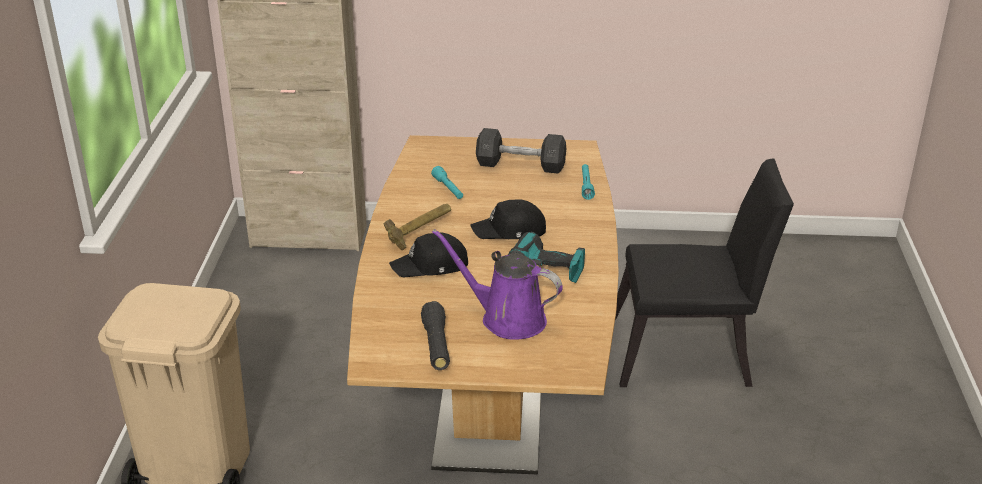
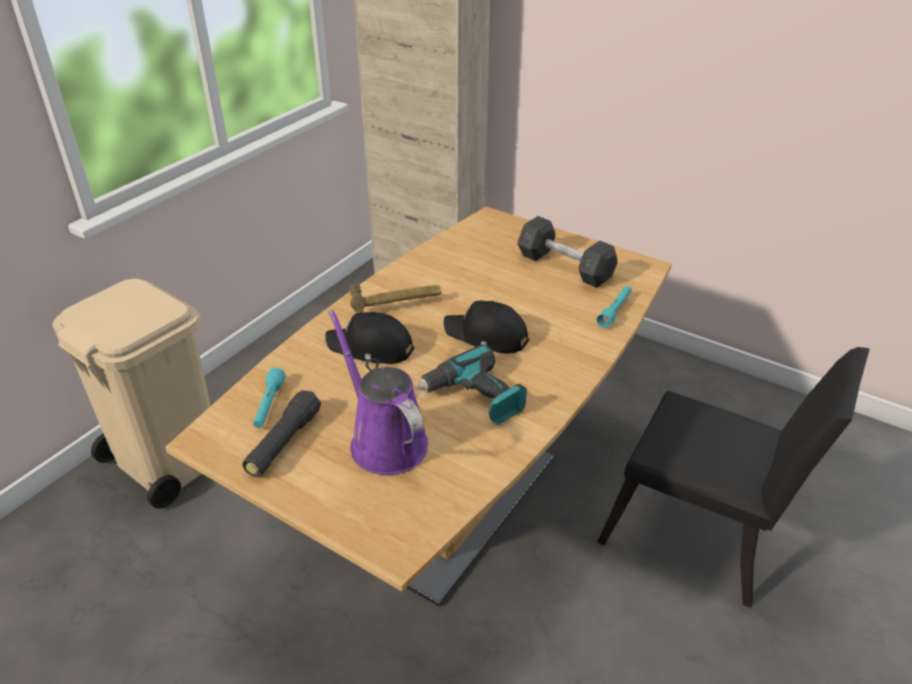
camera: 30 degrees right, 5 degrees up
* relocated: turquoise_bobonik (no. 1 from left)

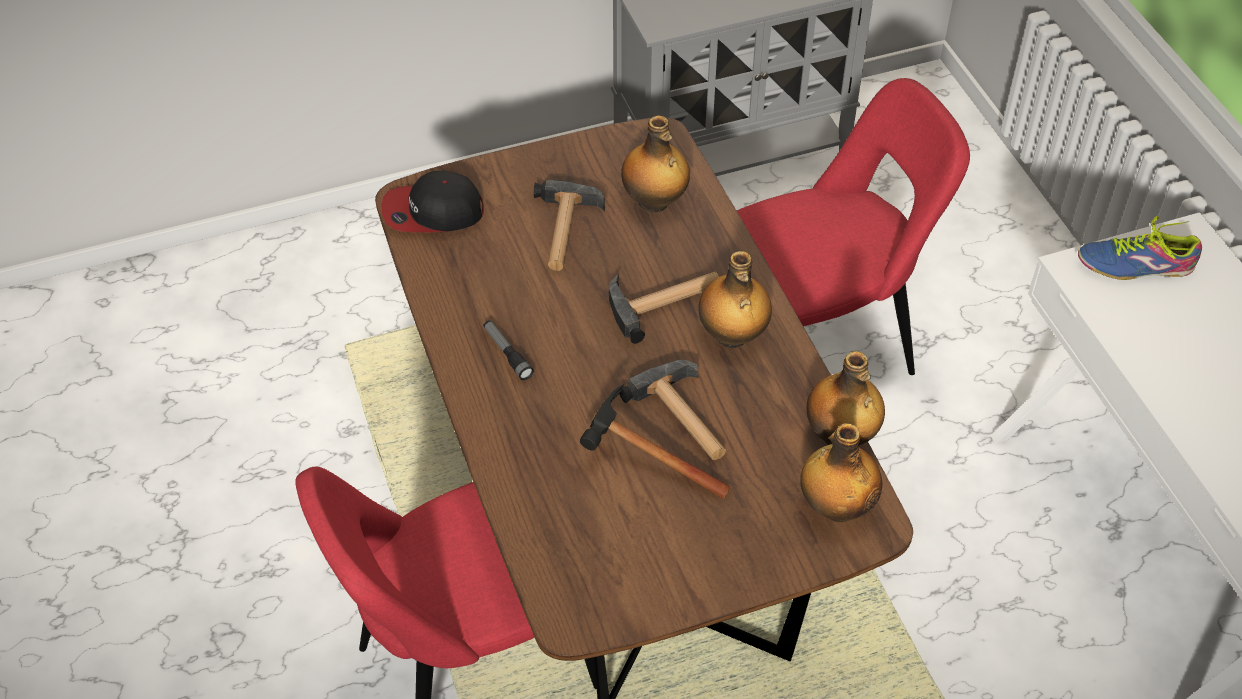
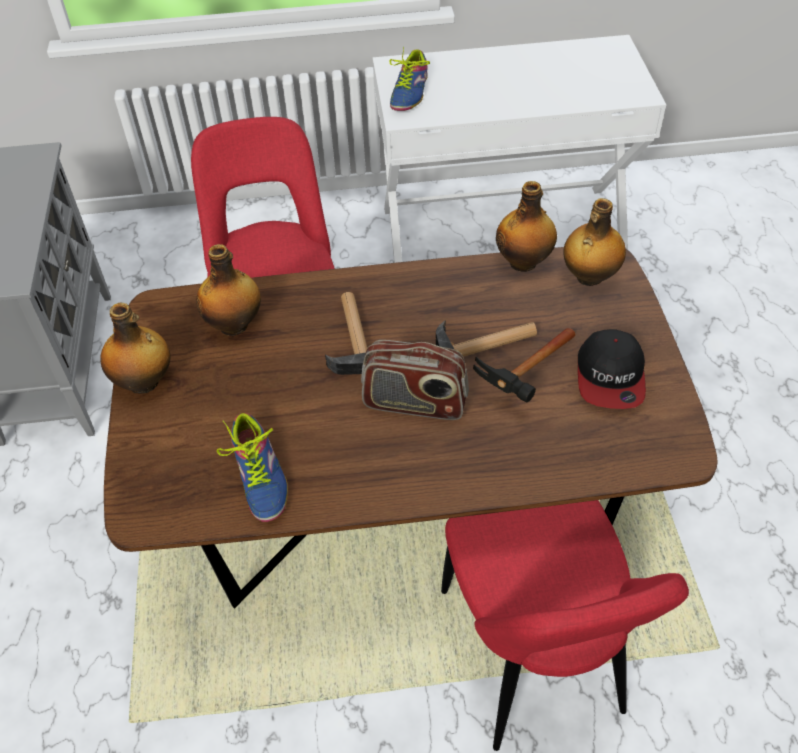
camera: 75 degrees left, 0 degrees up
* relocated: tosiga
* missing: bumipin (no. 1 from left)
* relocated: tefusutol (no. 2 from left in the first image) to tefusutol (no. 1 from left)
* missing: bobonik
* appeared: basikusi
* appeared: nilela (no. 1 from left)

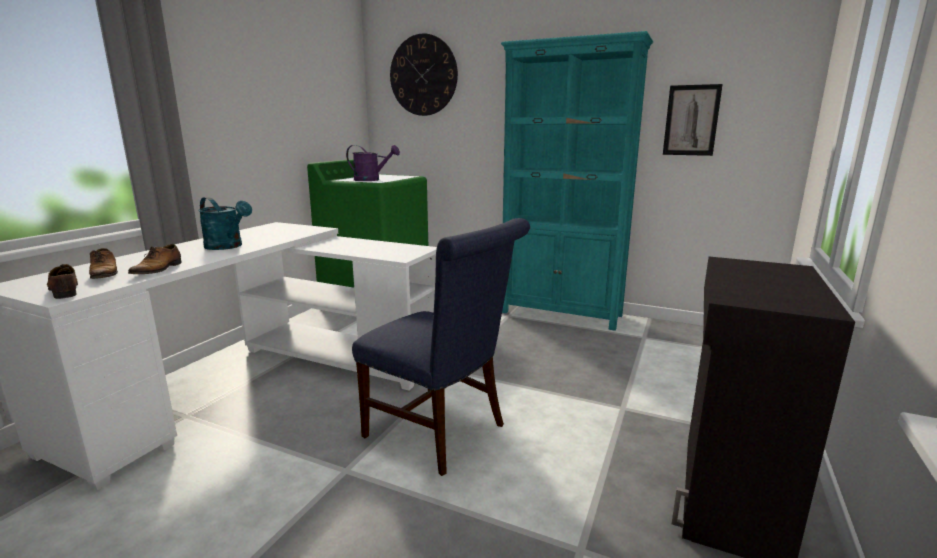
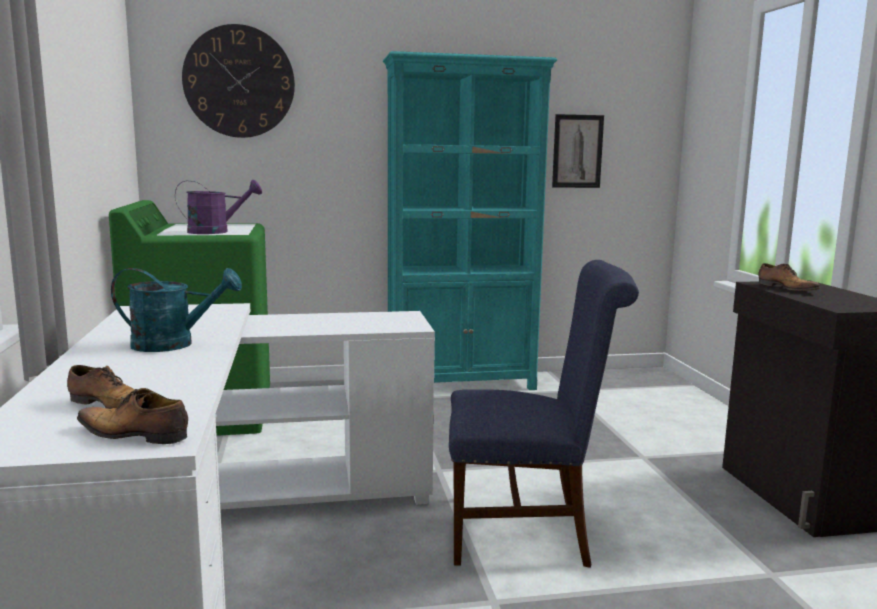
camera: 35 degrees left, 5 degrees down
* relocated: nilela (no. 3 from left)

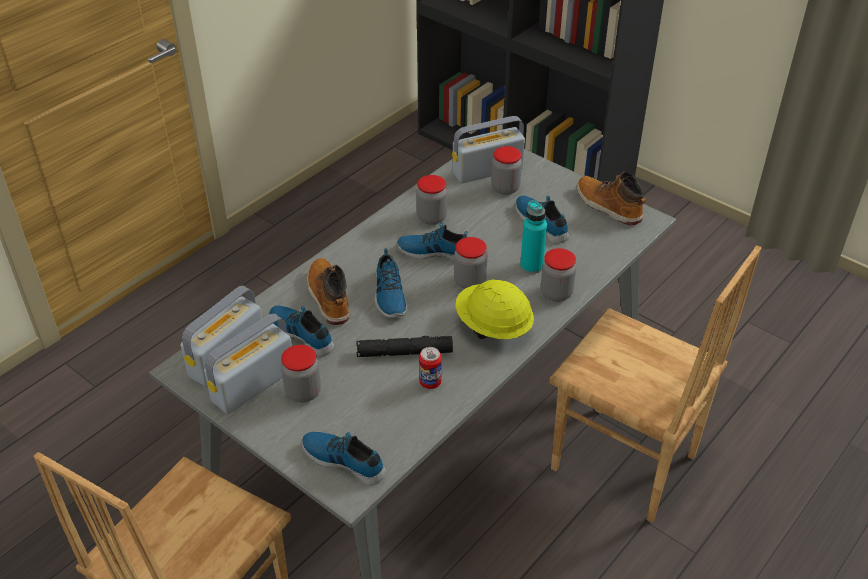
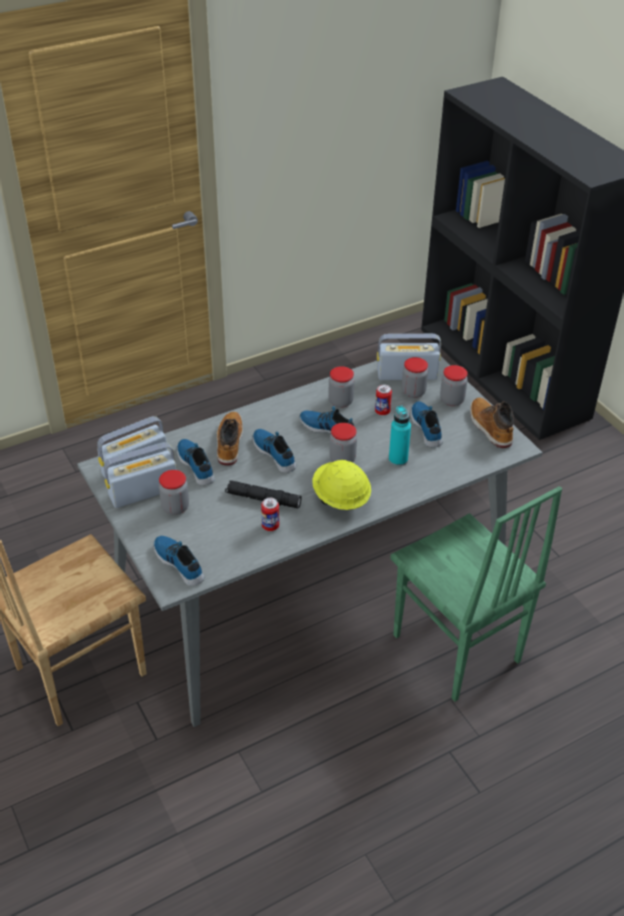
camera: 20 degrees right, 0 degrees up
* colour: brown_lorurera (no. 2 from left) to green_lorurera
* spun: nilela (no. 3 from left) 135 degrees clockwise
* relocated: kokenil (no. 5 from left)
* appeared: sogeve (no. 2 from left)

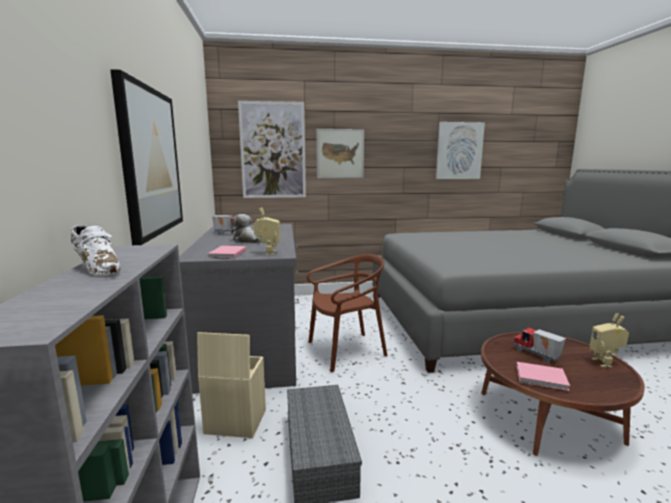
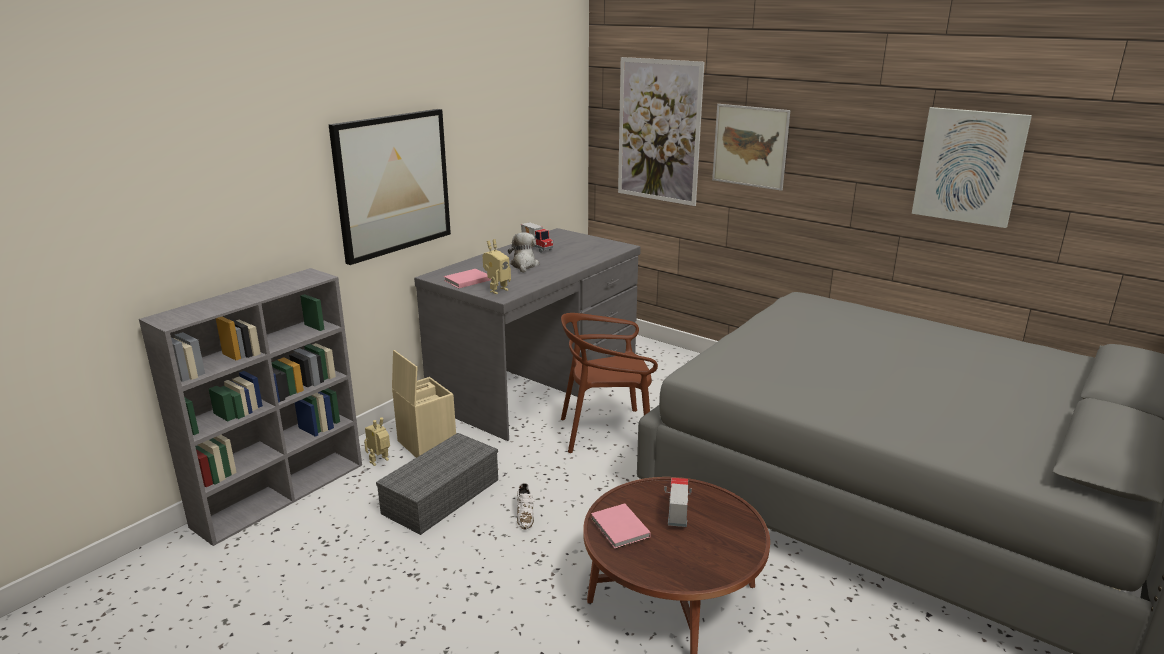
camera: 45 degrees right, 10 degrees up
* relocated: white_nilela
* spun: brown_lorurera 150 degrees clockwise
* relocated: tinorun (no. 2 from left in the first image) to tinorun (no. 1 from left)

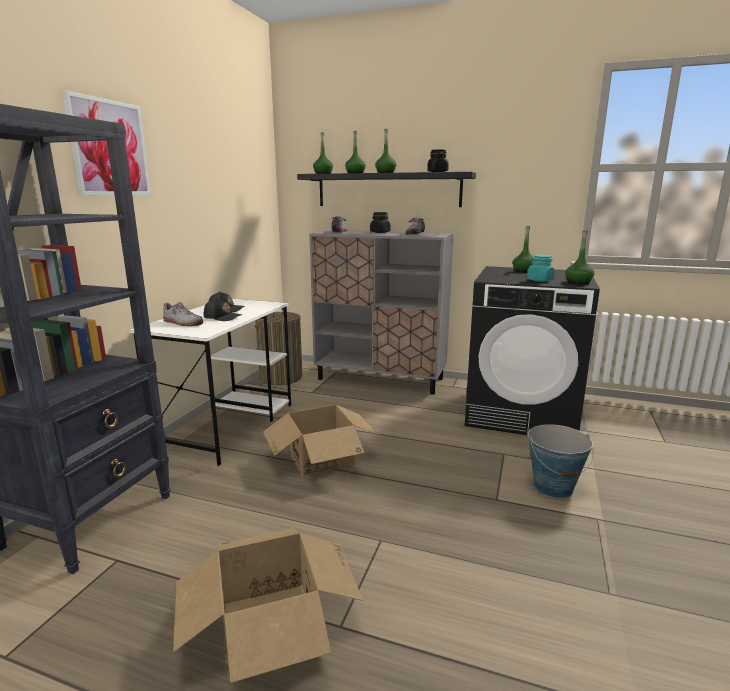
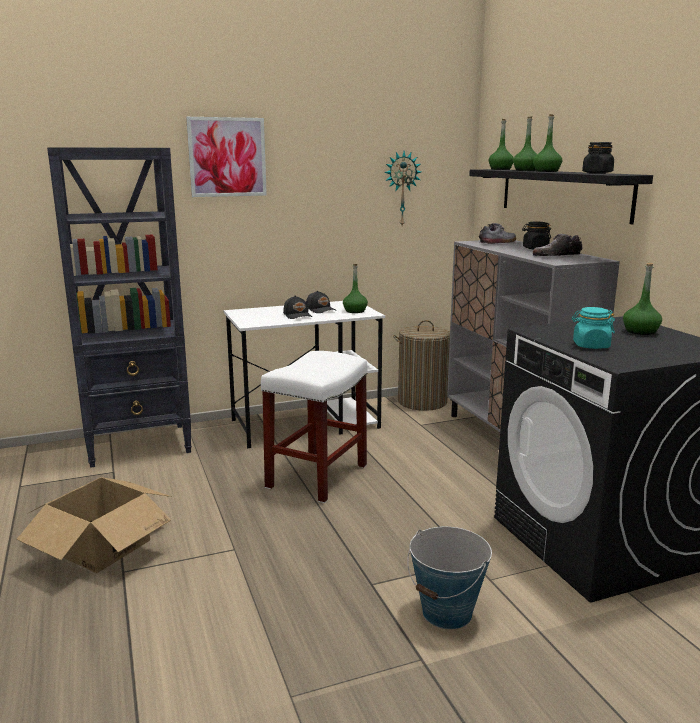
camera: 50 degrees right, 0 degrees up
* relocated: green_tefusutol (no. 5 from left in the first image) to green_tefusutol (no. 1 from left)
* missing: nilela (no. 1 from left)
* exchanged: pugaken (no. 2 from left) to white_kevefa
* appeared: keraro

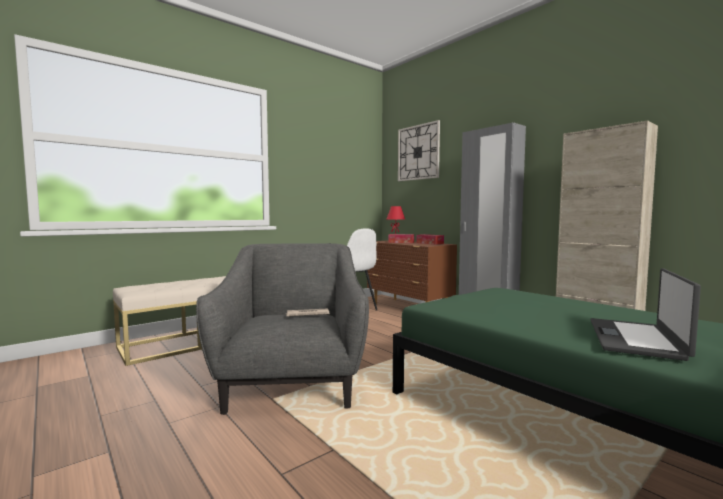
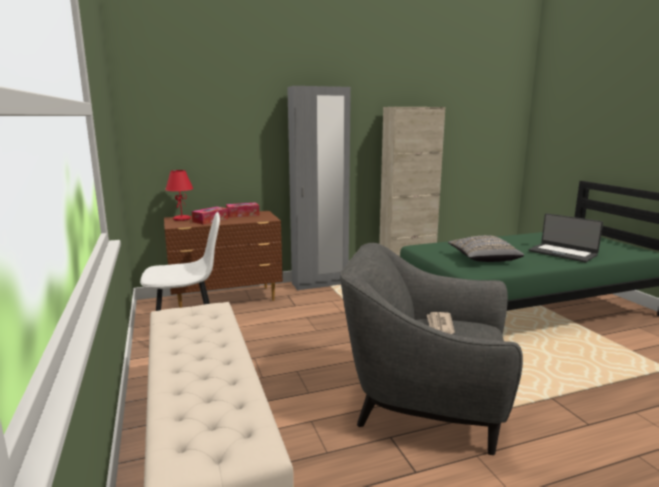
camera: 70 degrees left, 10 degrees up
* missing: keraro
* appeared: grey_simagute

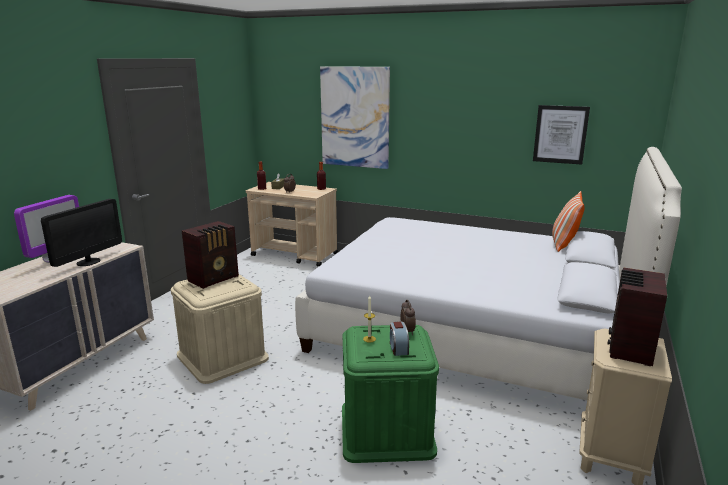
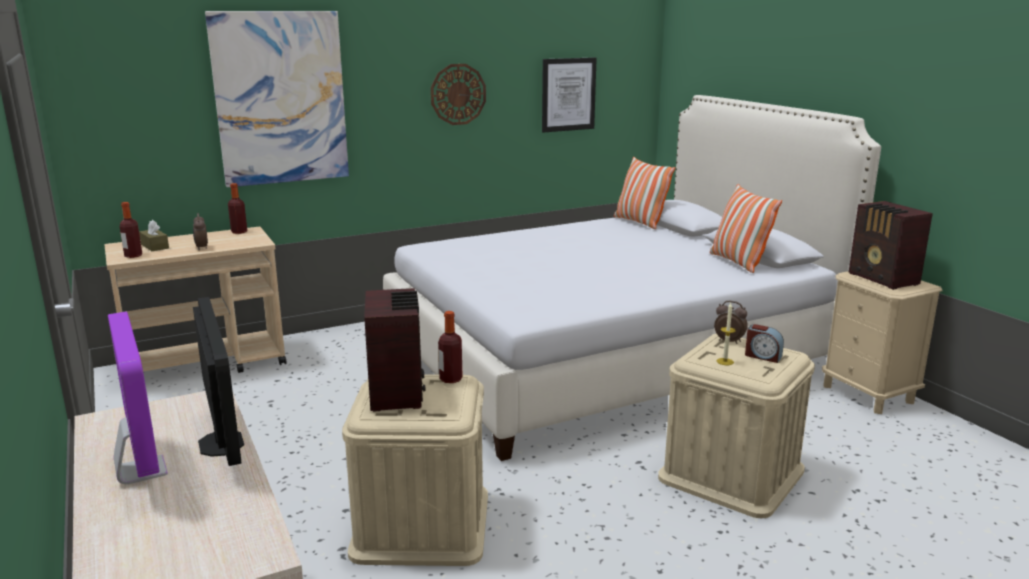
camera: 50 degrees left, 0 degrees up
* colour: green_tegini to beige_tegini (no. 2 from left)
* appeared: keraro
* appeared: simagute (no. 2 from left)
* appeared: tefusutol (no. 3 from left)

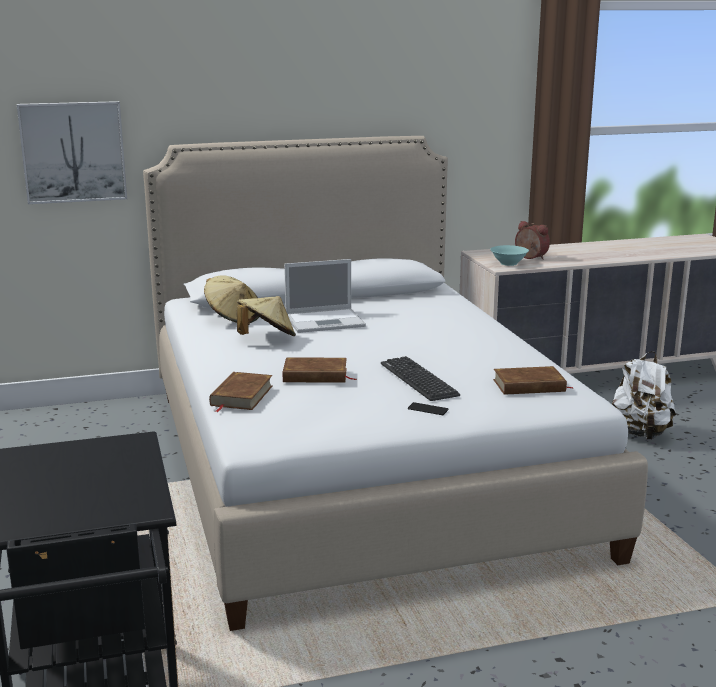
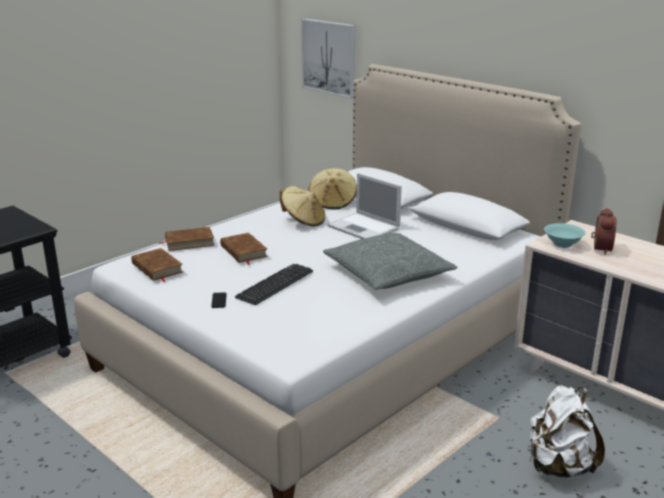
camera: 60 degrees right, 5 degrees up
* relocated: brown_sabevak (no. 3 from left in the first image) to brown_sabevak (no. 1 from left)
* appeared: grey_simagute

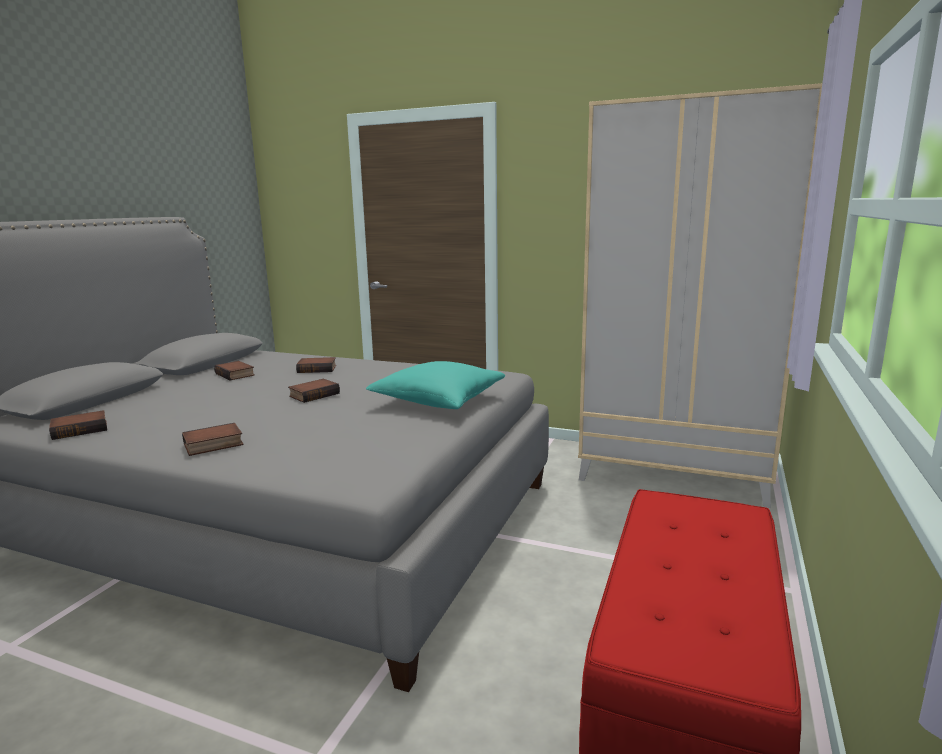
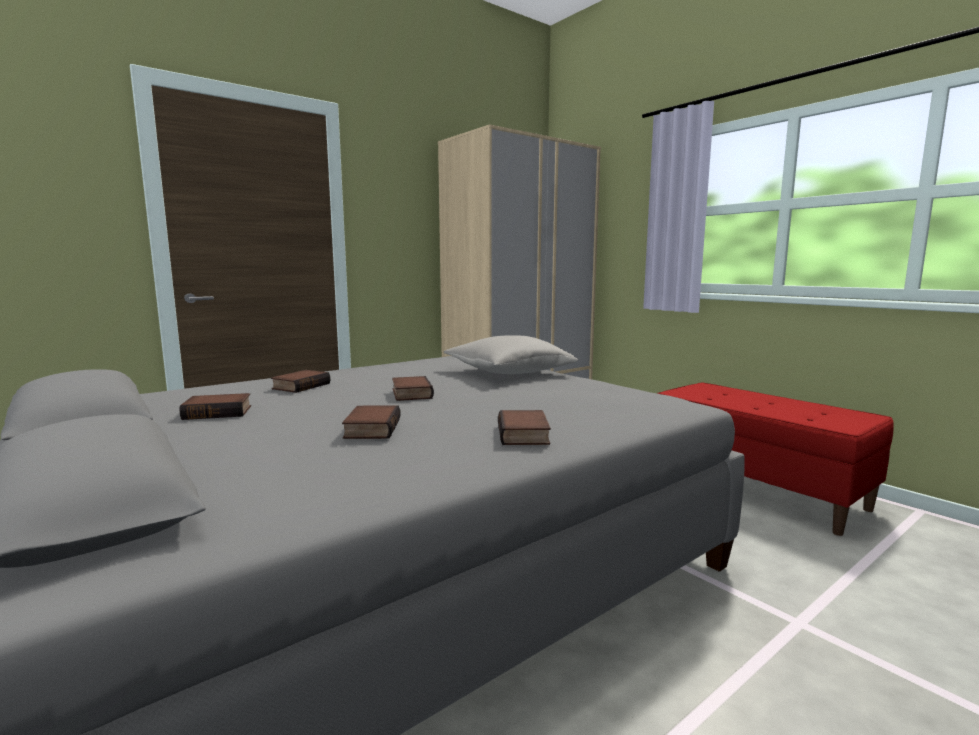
camera: 60 degrees left, 5 degrees down
* colour: turquoise_simagute to grey_simagute
* relocated: sabevak (no. 1 from left in the first image) to sabevak (no. 3 from left)

